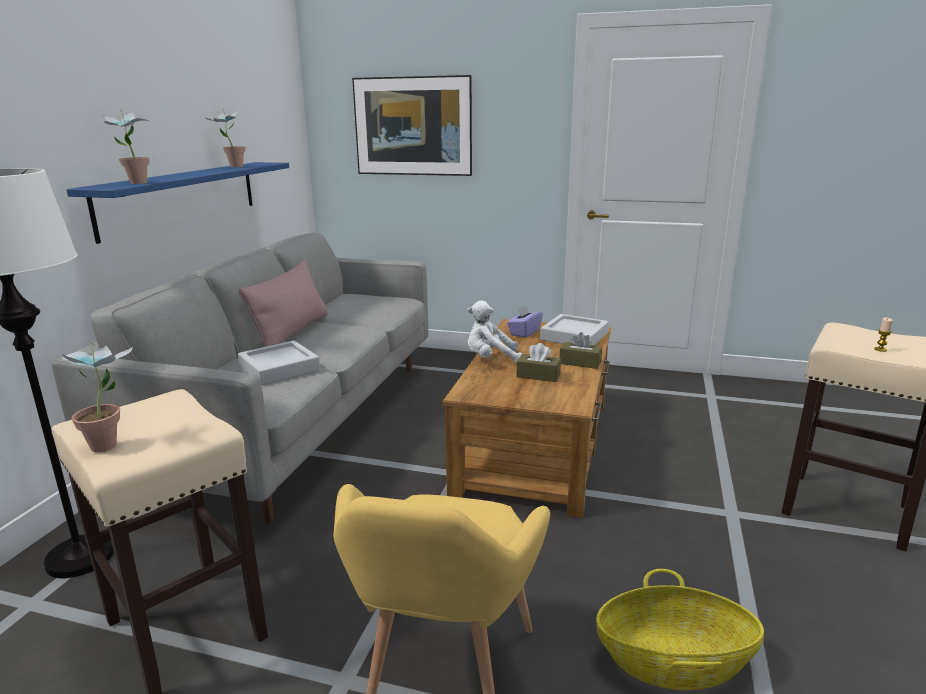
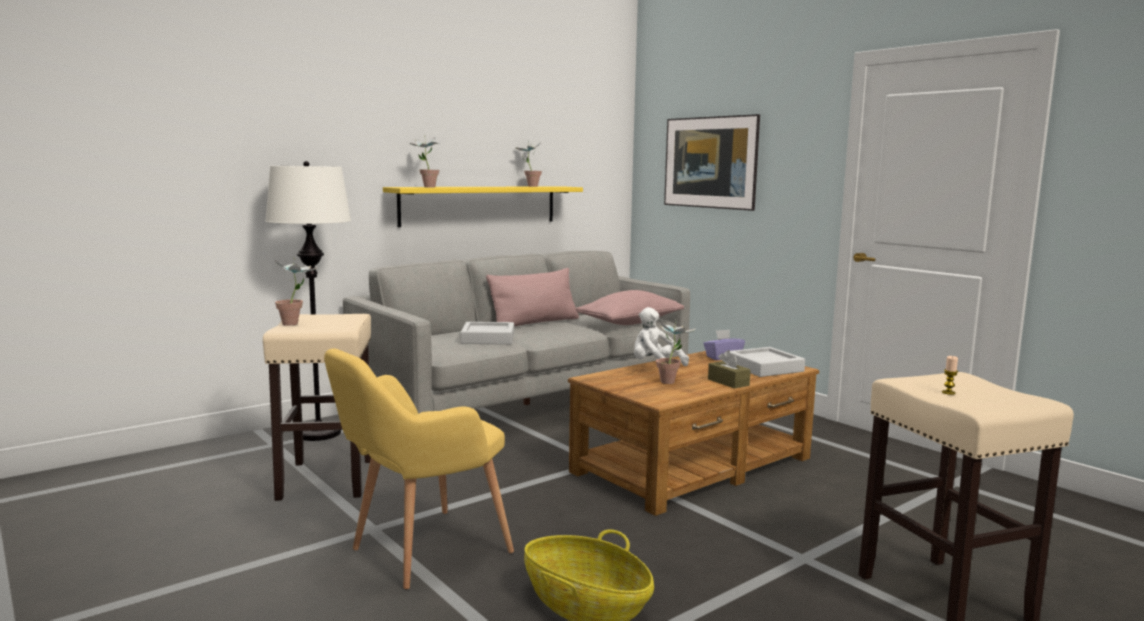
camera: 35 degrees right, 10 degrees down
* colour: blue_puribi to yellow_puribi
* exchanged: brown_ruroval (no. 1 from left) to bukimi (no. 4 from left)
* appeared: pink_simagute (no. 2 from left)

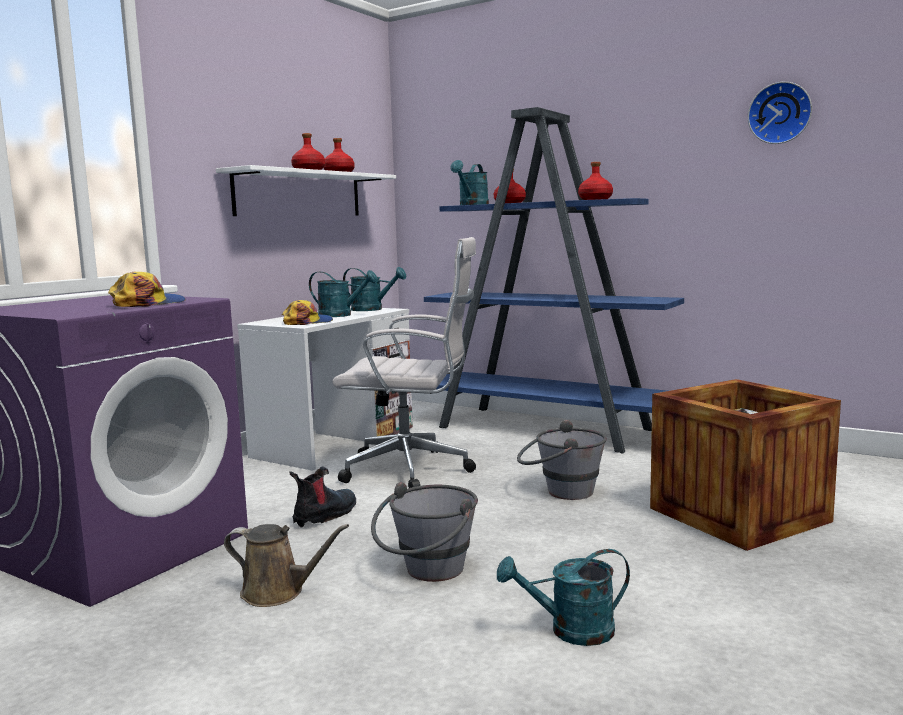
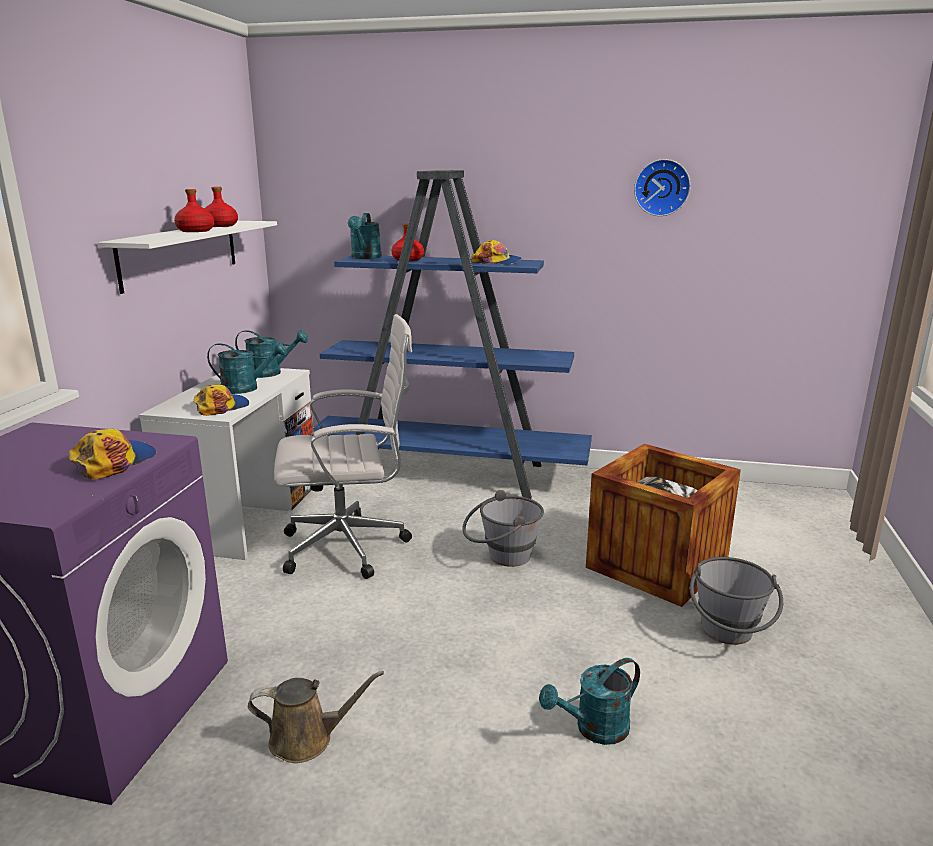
camera: 20 degrees left, 10 degrees up
* exchanged: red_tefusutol (no. 4 from left) to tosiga (no. 3 from left)
* missing: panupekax
* relocated: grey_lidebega (no. 1 from left in the first image) to grey_lidebega (no. 2 from left)

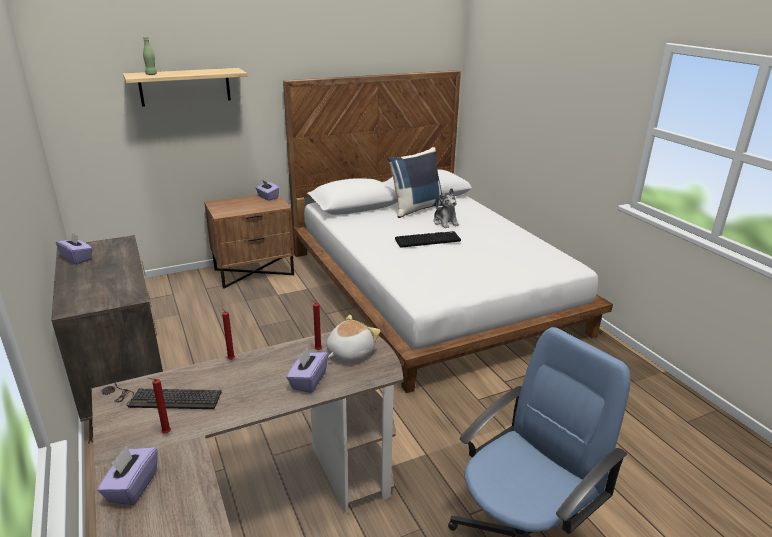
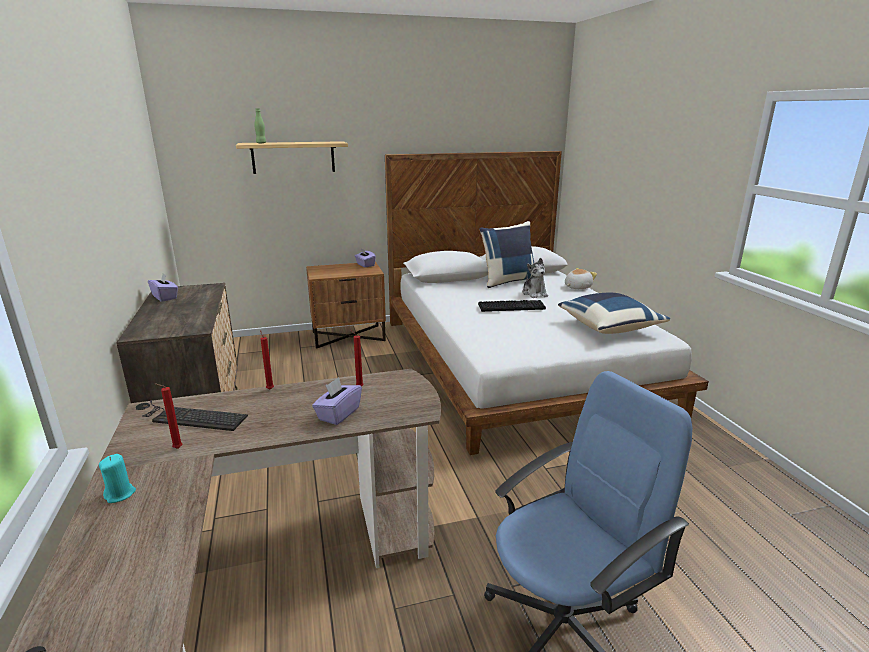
camera: 10 degrees right, 5 degrees down
* relocated: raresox (no. 1 from left in the first image) to raresox (no. 2 from left)
* exchanged: purple_ruroval (no. 2 from left) to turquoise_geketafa
* appeared: blue_simagute (no. 2 from left)

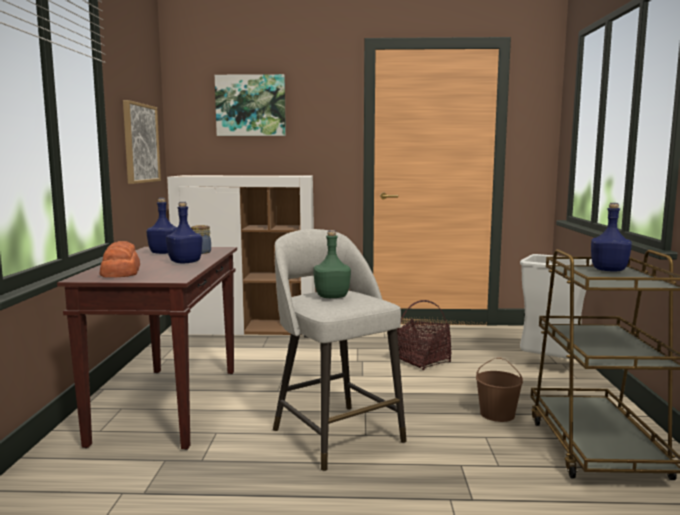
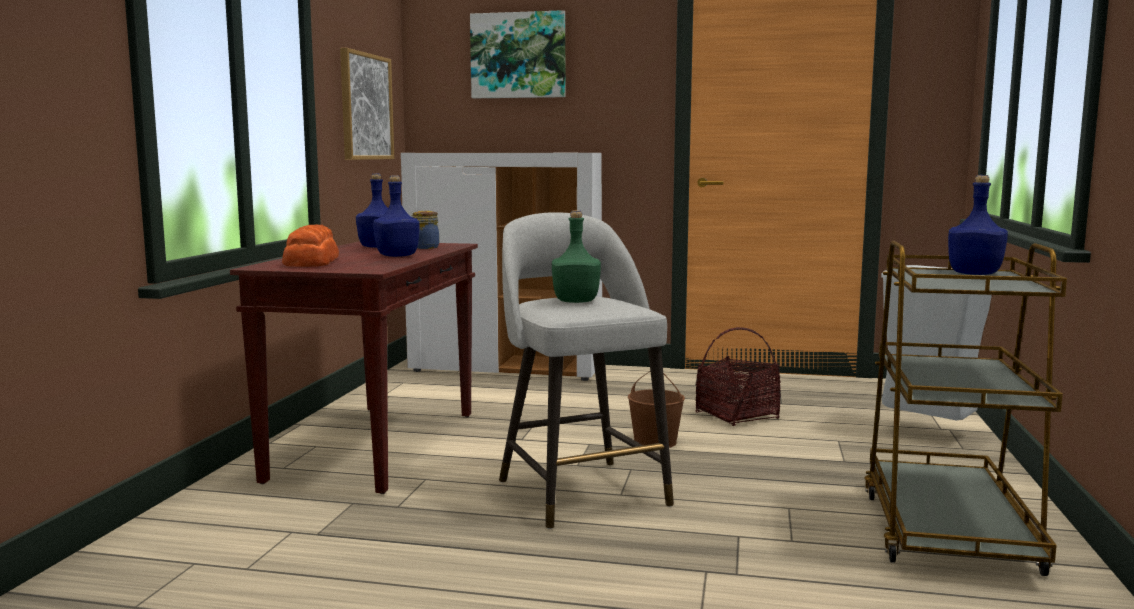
camera: 10 degrees right, 0 degrees up
* relocated: brown_lidebega

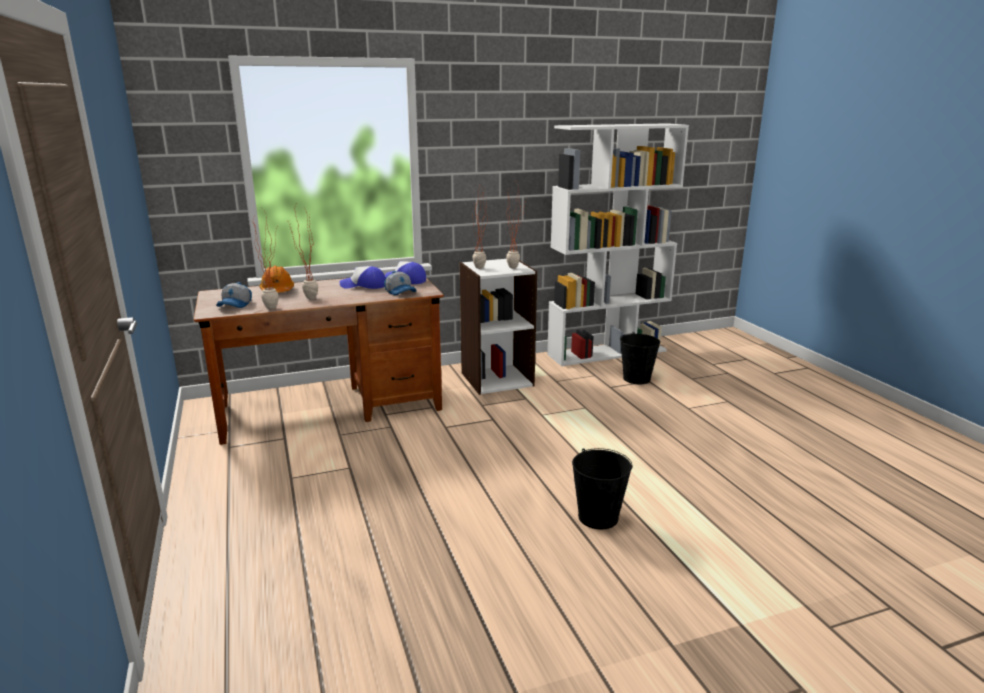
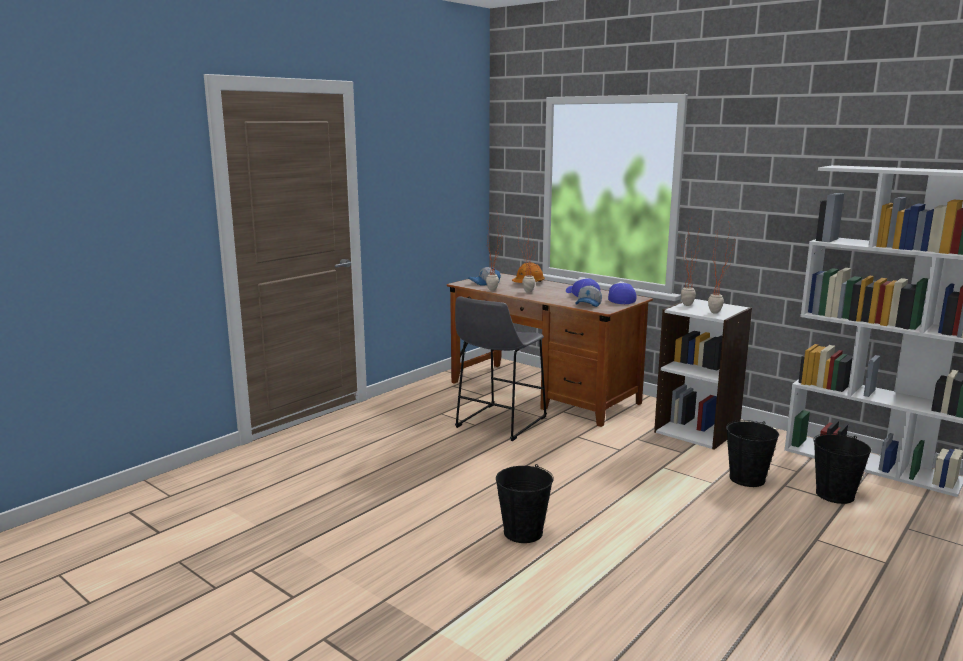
camera: 60 degrees right, 5 degrees down
* appeared: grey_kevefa
* appeared: black_lidebega (no. 2 from left)

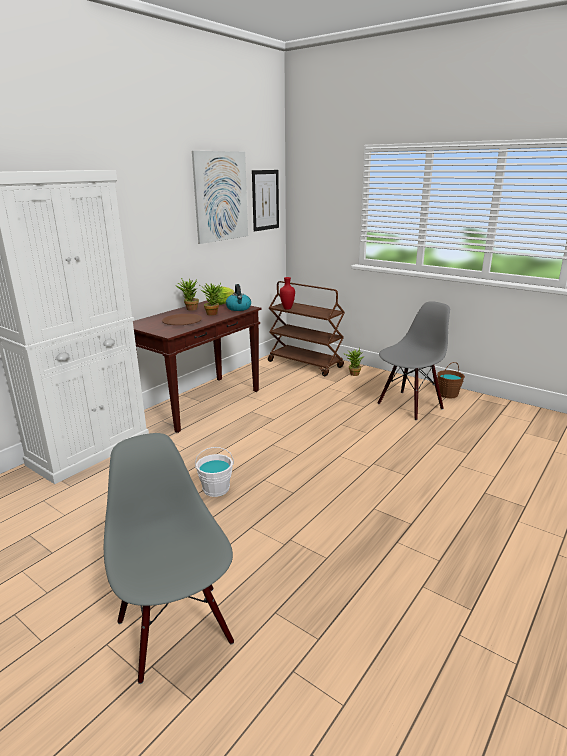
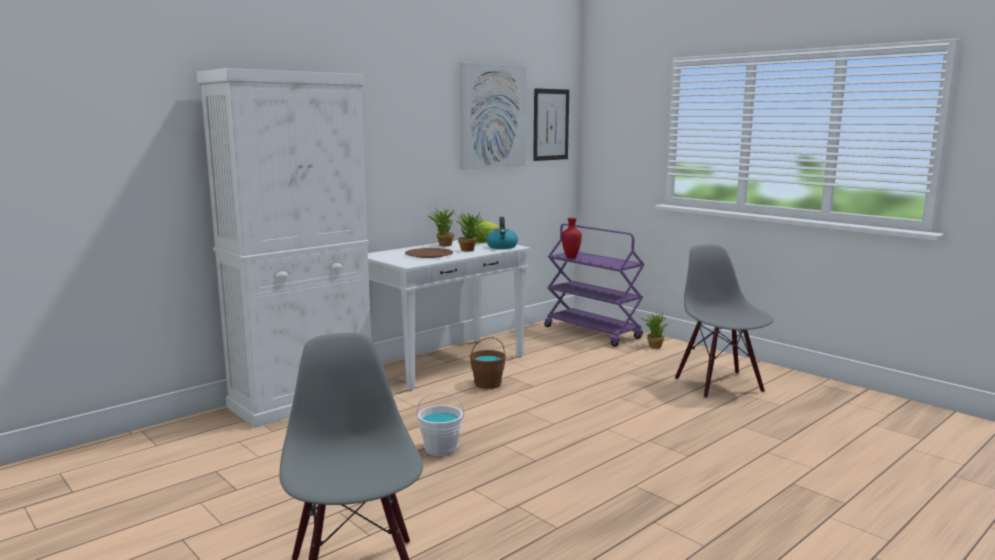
camera: 10 degrees right, 10 degrees down
* colour: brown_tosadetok to purple_tosadetok
* colour: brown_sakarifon to white_sakarifon
* spun: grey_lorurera (no. 2 from left) 75 degrees counterclockwise
* relocated: brown_lidebega

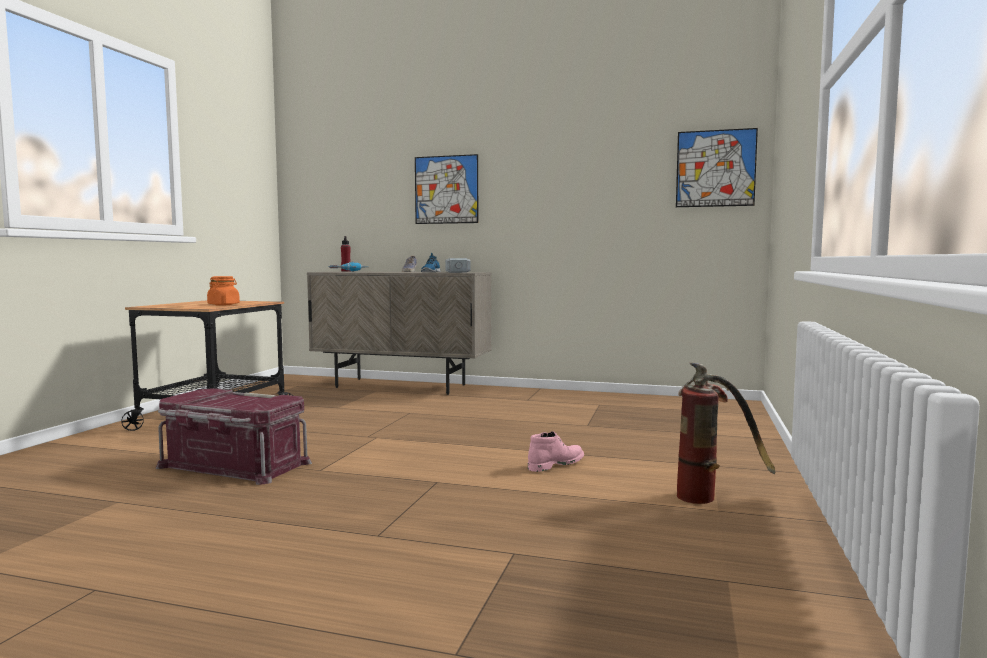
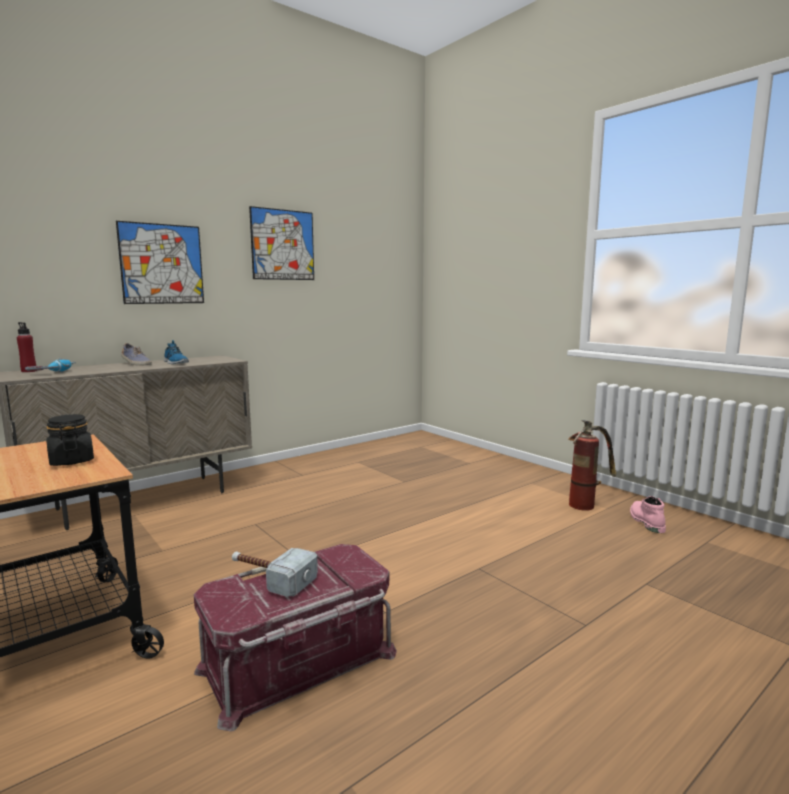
camera: 55 degrees left, 5 degrees up
* relocated: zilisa (no. 2 from left)
* relocated: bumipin
* colour: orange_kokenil to black_kokenil
* relocated: pink_panupekax

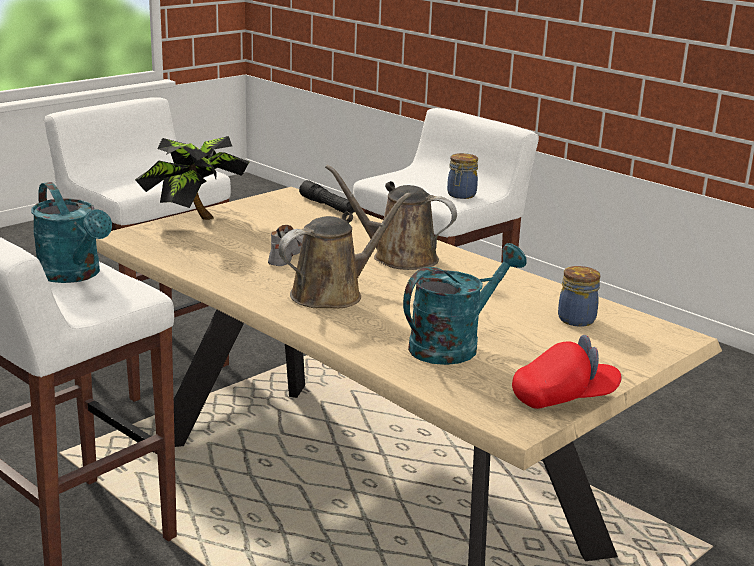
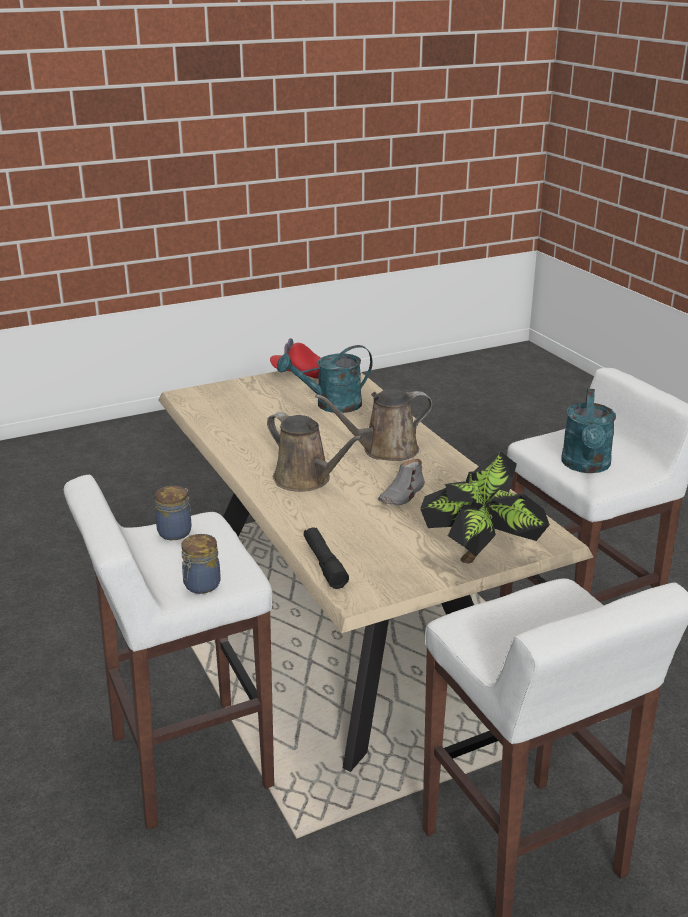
camera: 160 degrees left, 5 degrees up
* spun: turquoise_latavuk (no. 1 from left in the first image) 150 degrees counterclockwise
* relocated: kokenil (no. 2 from left)

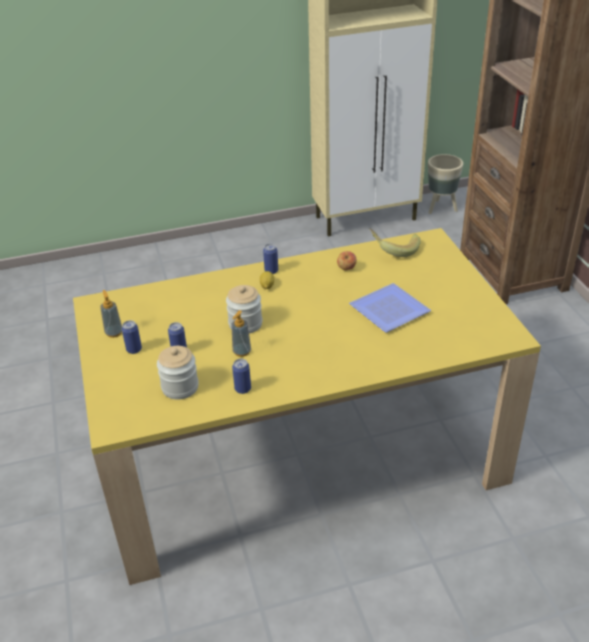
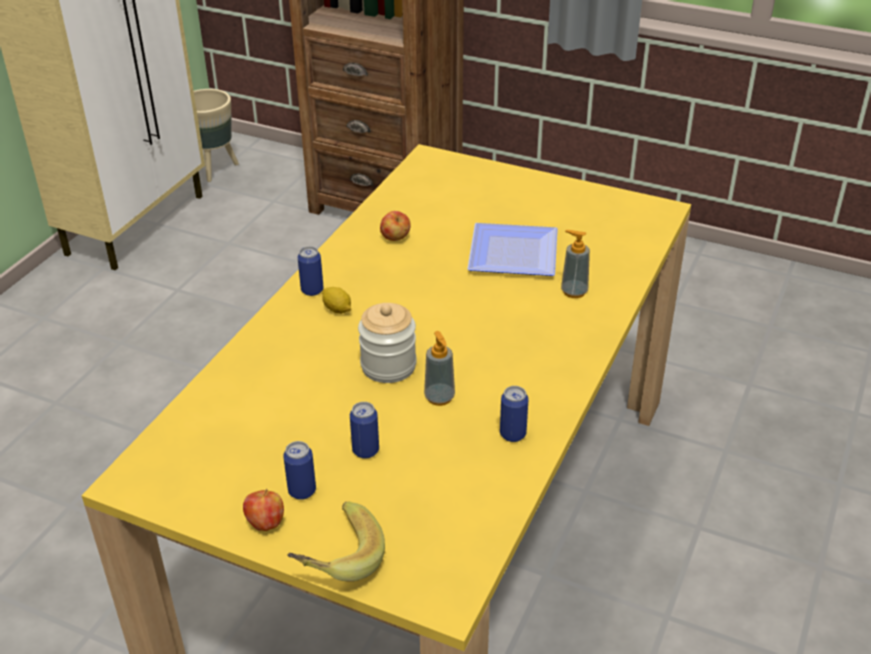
camera: 50 degrees left, 0 degrees up
* relocated: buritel
* relocated: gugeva (no. 1 from left in the first image) to gugeva (no. 2 from left)
* missing: kokenil (no. 1 from left)
* appeared: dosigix (no. 1 from left)

